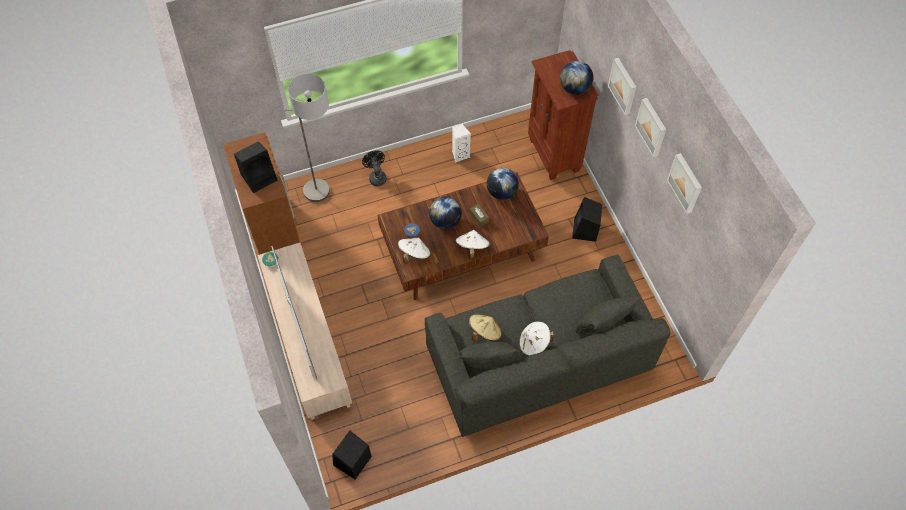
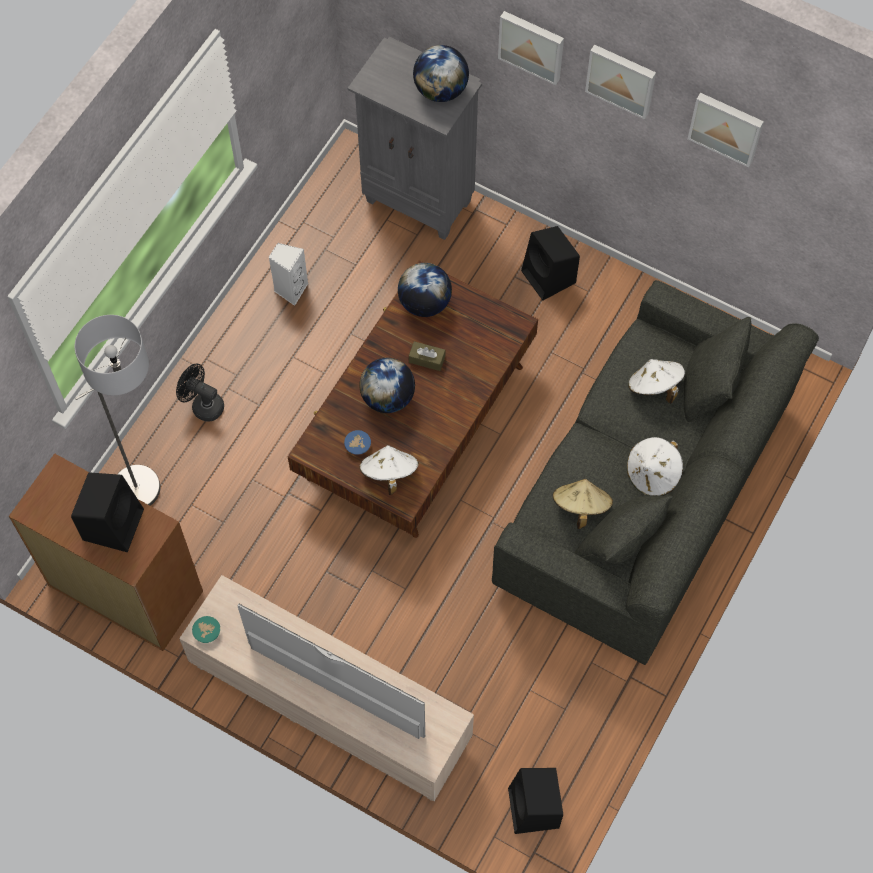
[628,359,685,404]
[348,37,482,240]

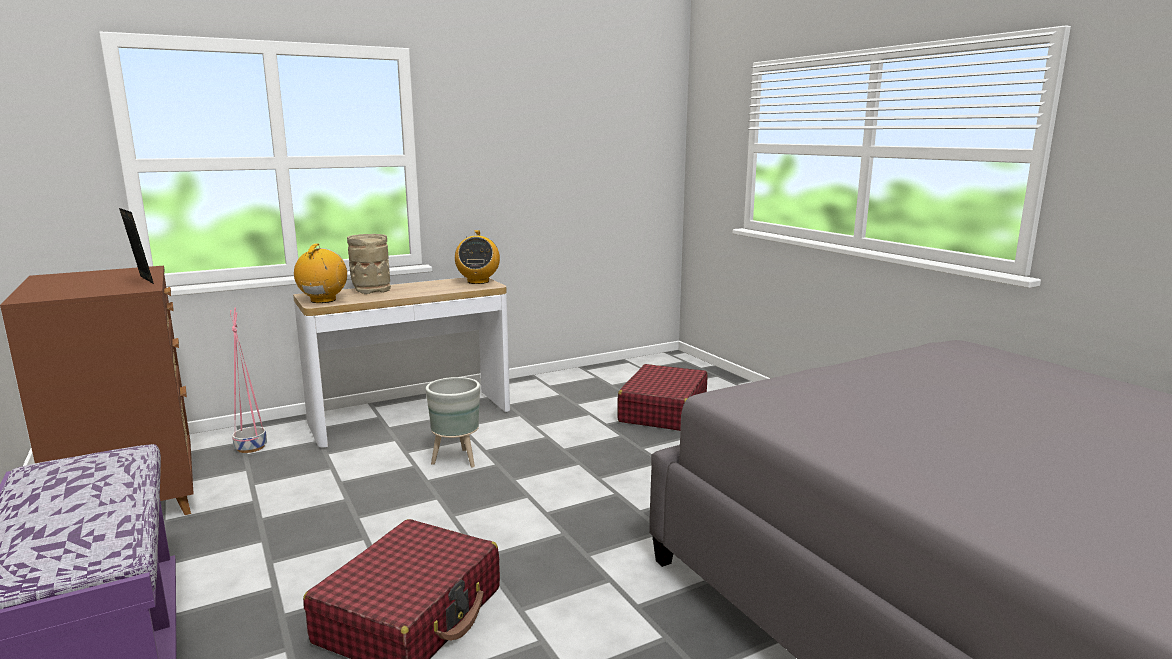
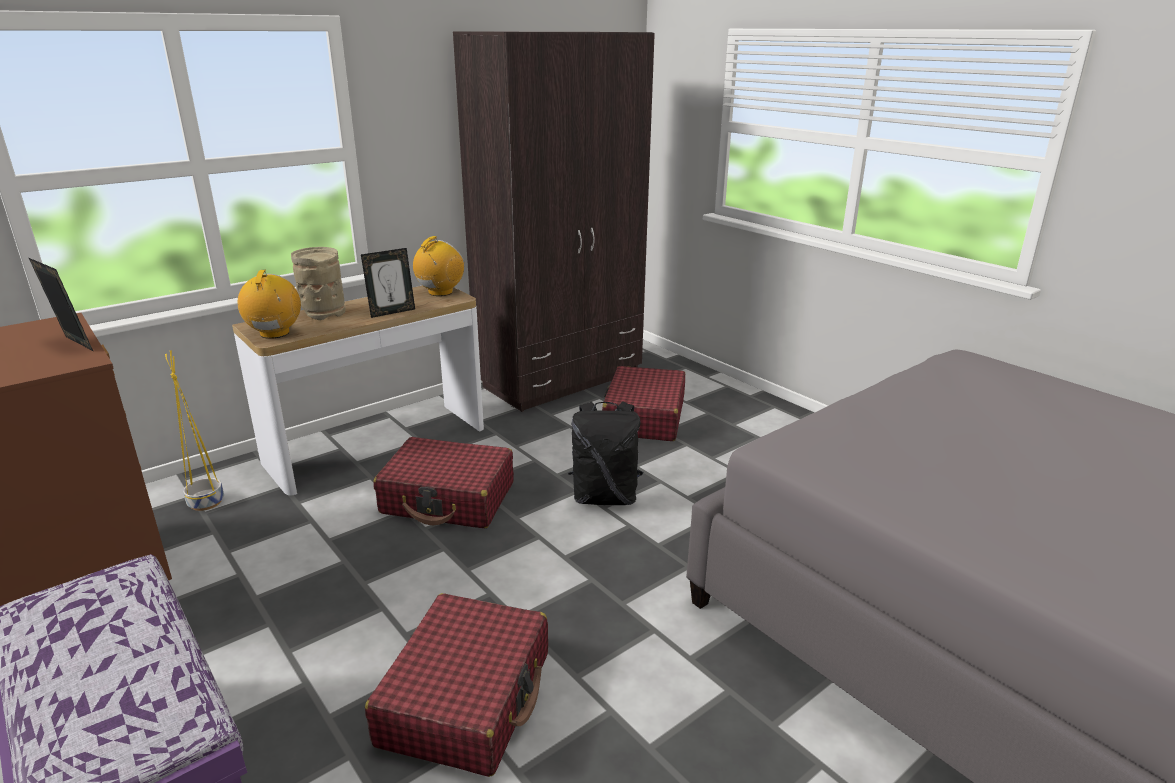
[165,350,224,511]
[373,437,514,528]
[413,236,464,296]
[361,248,415,318]
[453,31,655,412]
[568,401,643,505]

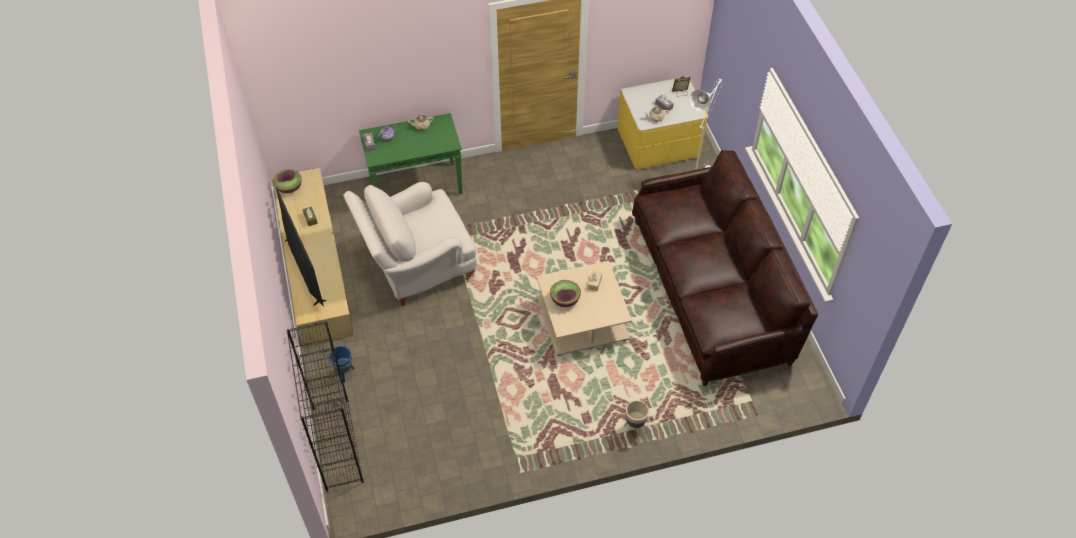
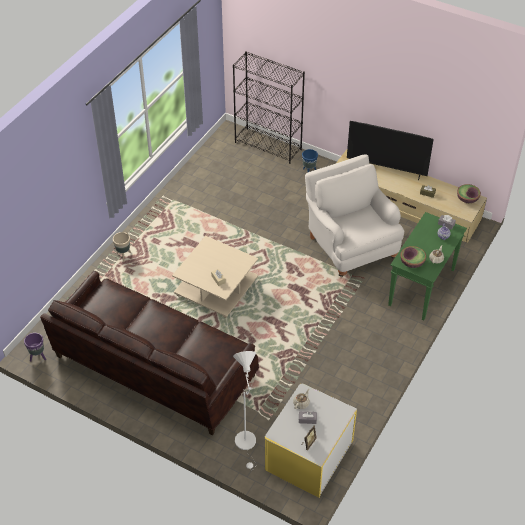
[305,154,404,277]
[400,246,426,268]
[24,333,46,362]

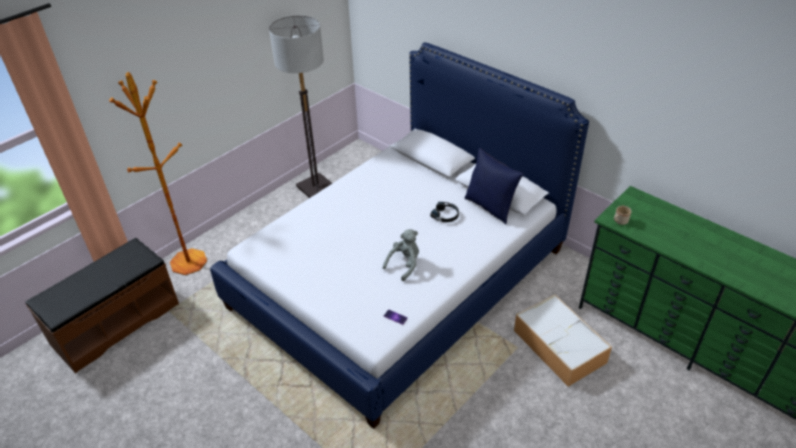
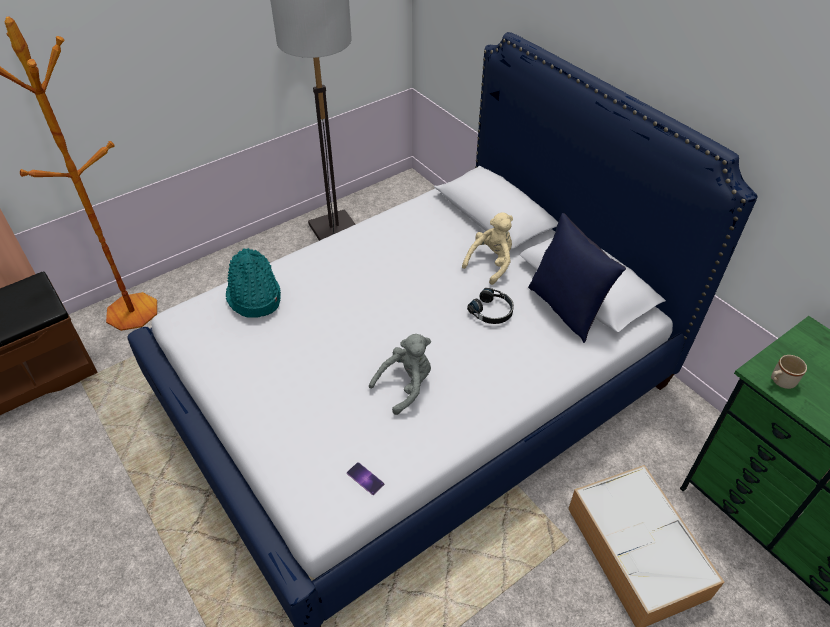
[226,248,281,318]
[462,212,513,285]

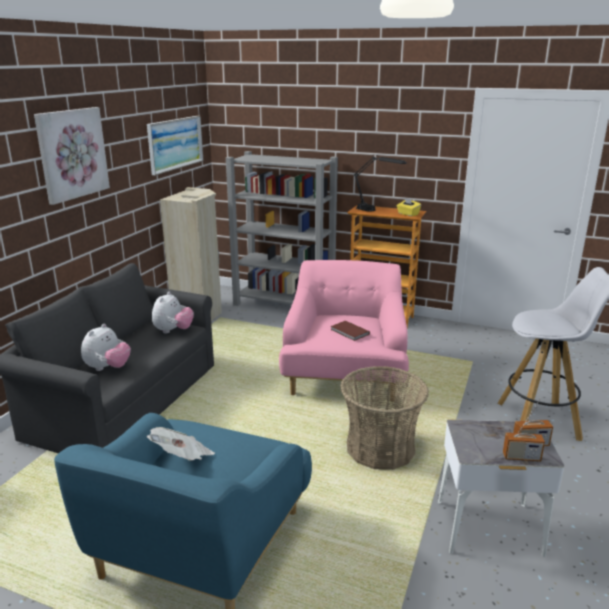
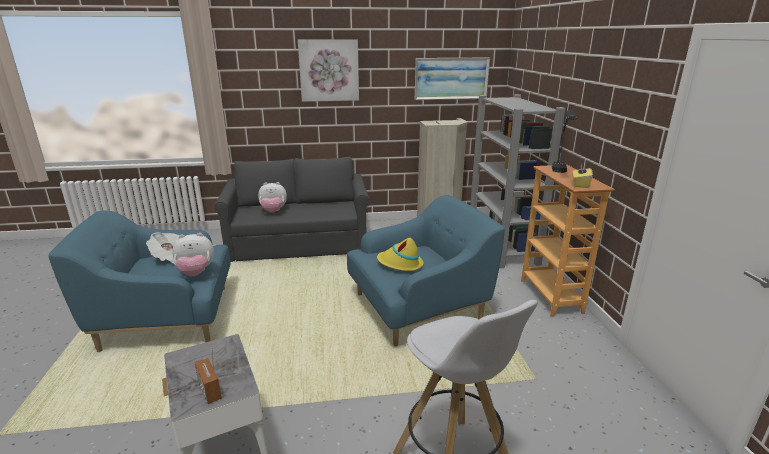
[172,233,214,276]
[347,195,505,346]
[377,238,423,271]
[340,366,429,470] (first image)
[503,410,545,461] (first image)

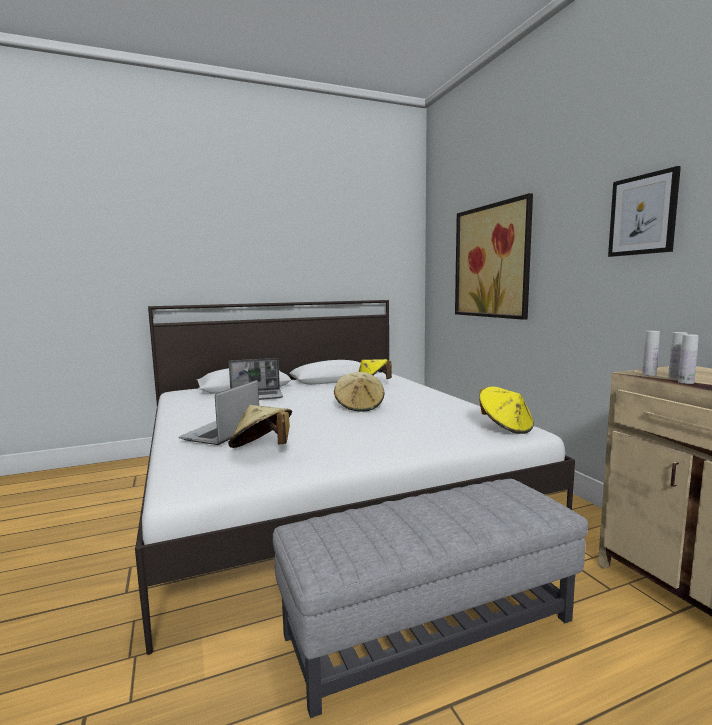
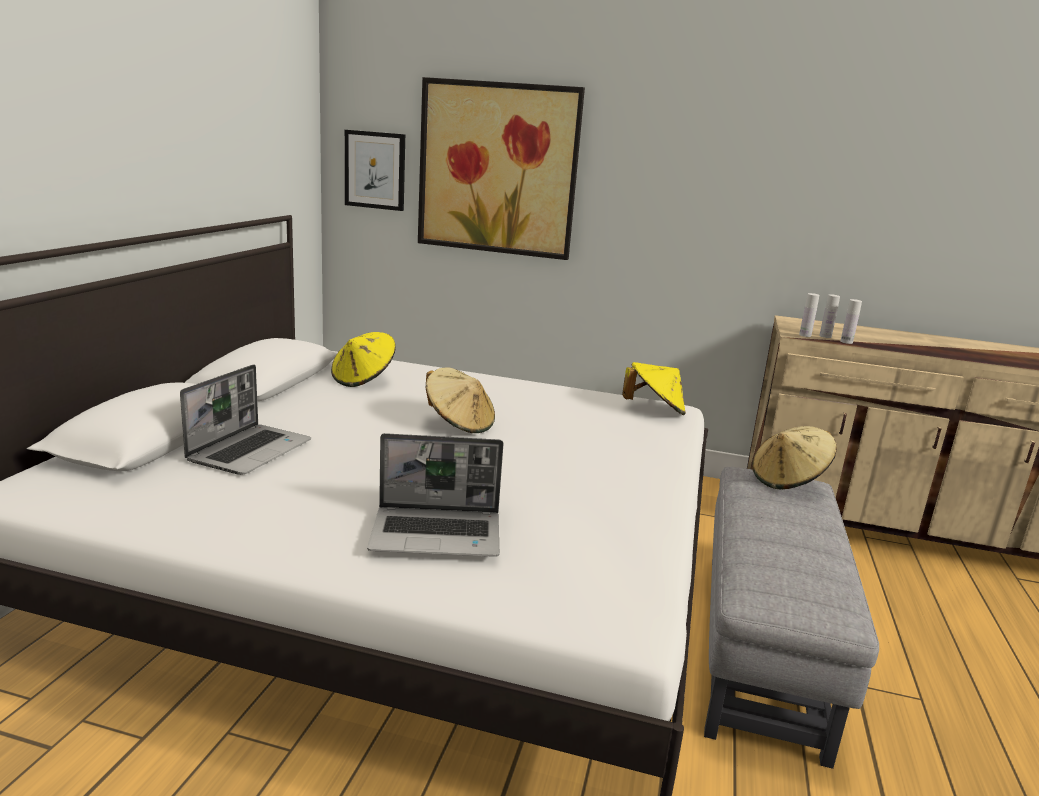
[367,433,504,557]
[752,426,837,490]
[345,130,405,211]

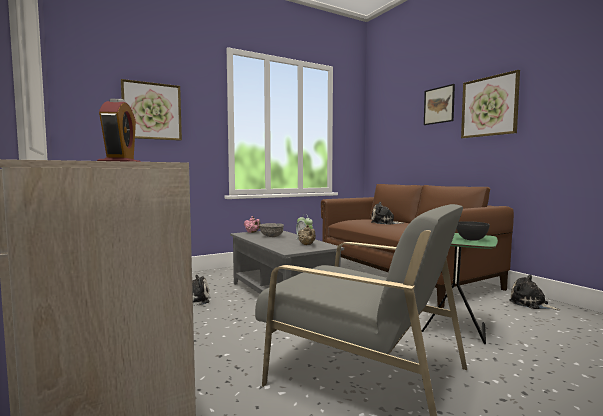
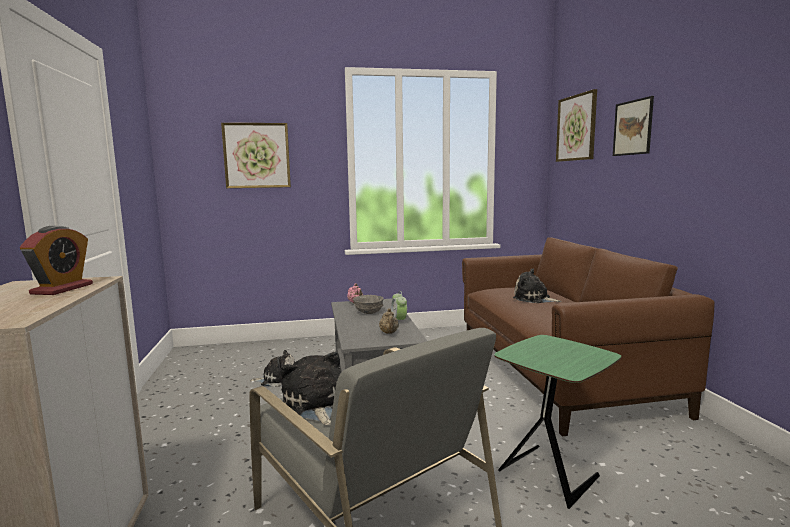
[456,221,490,241] (first image)
[556,89,597,162]
[281,352,341,425]

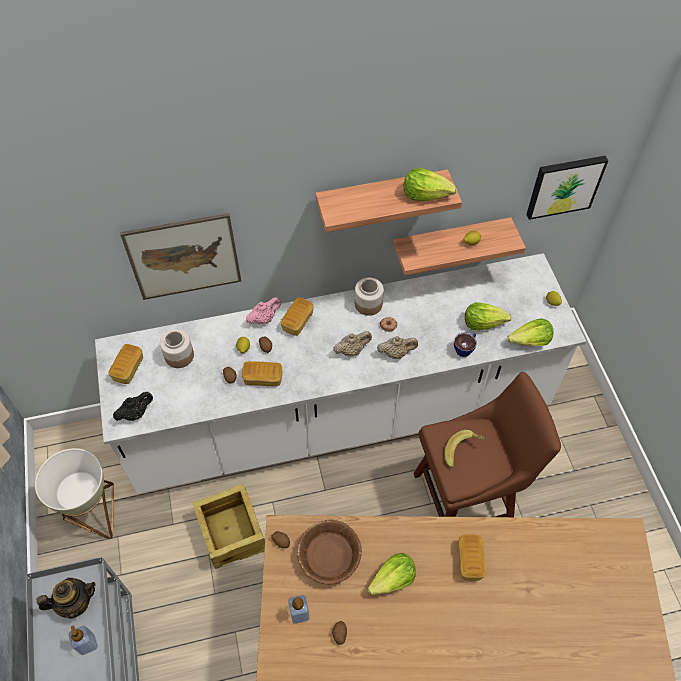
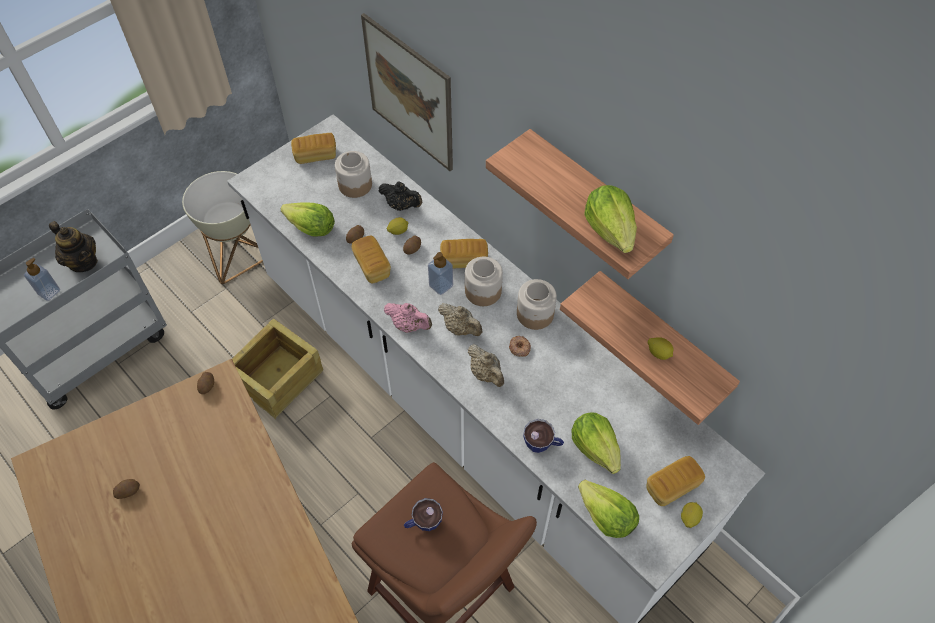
[379,181,422,211]
[384,303,432,333]
[428,252,453,295]
[297,520,362,585] (first image)
[280,202,335,237]
[404,498,443,531]
[646,456,705,506]
[526,156,608,220] (first image)
[465,257,503,306]

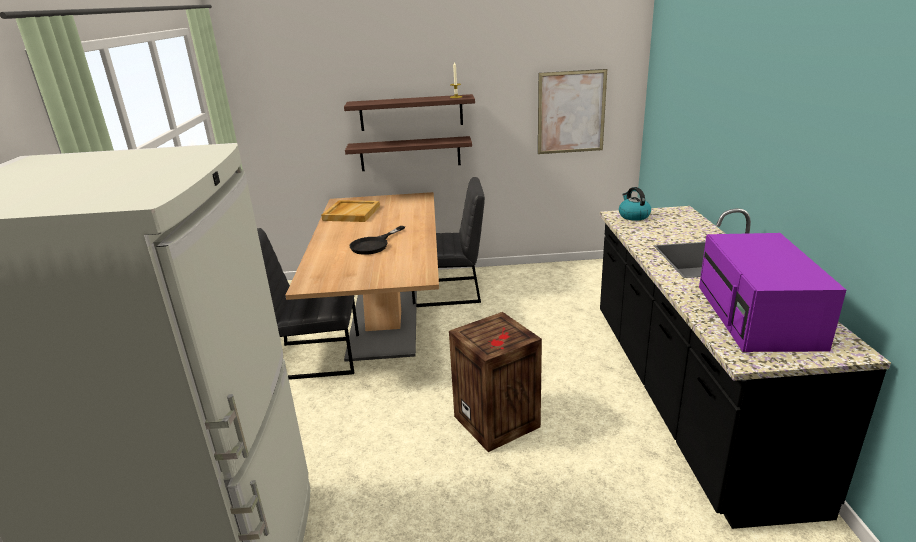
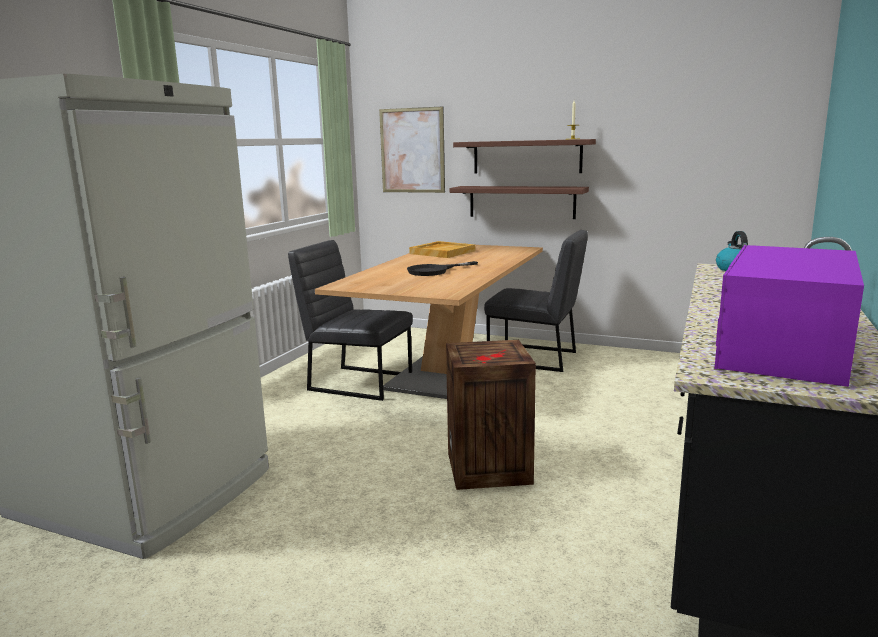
[379,107,445,193]

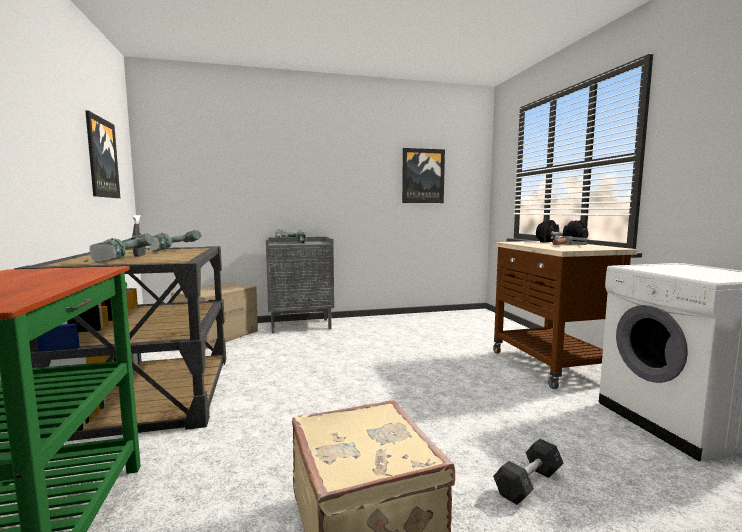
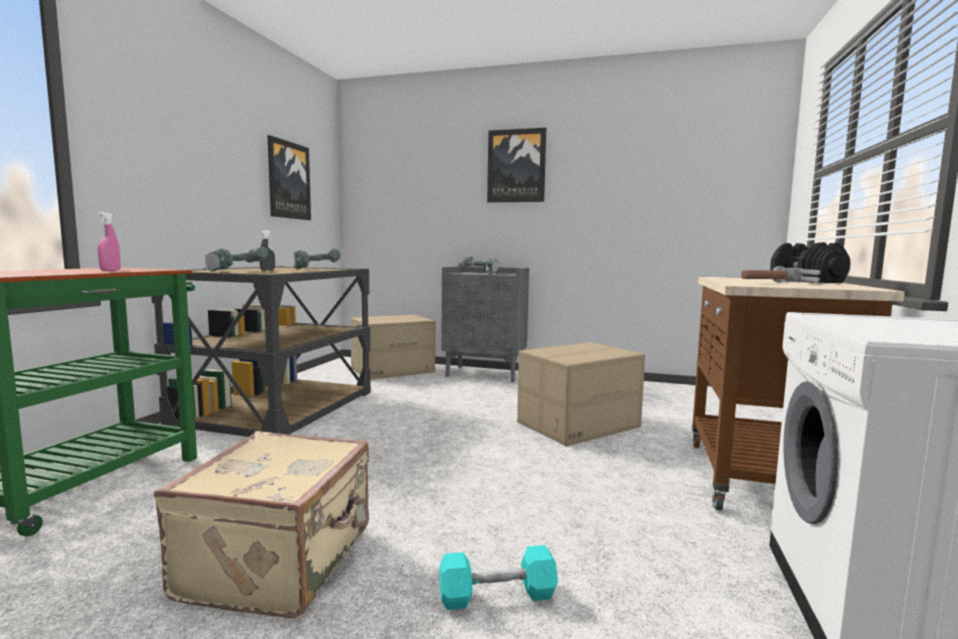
[487,128,546,202]
[439,545,558,610]
[98,211,121,271]
[517,342,645,446]

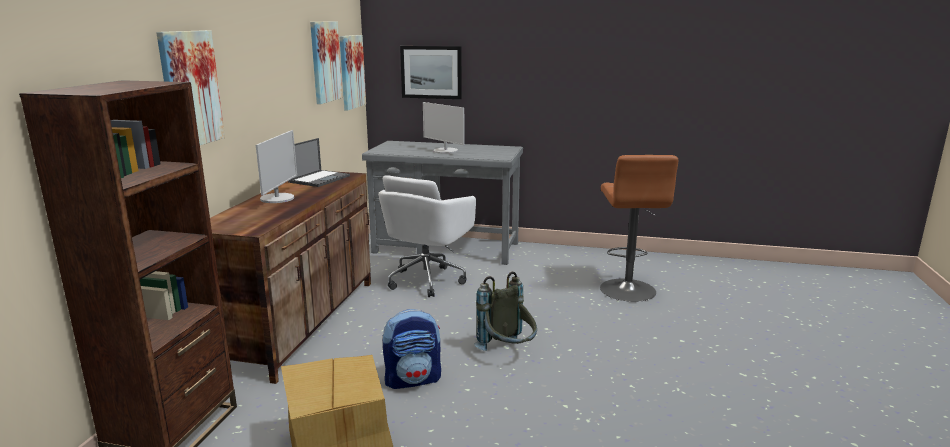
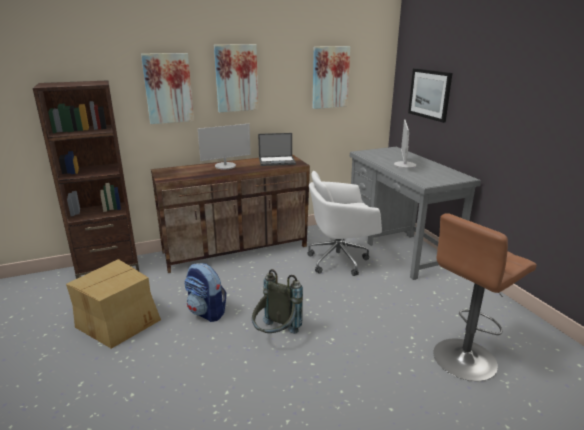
[214,44,258,112]

